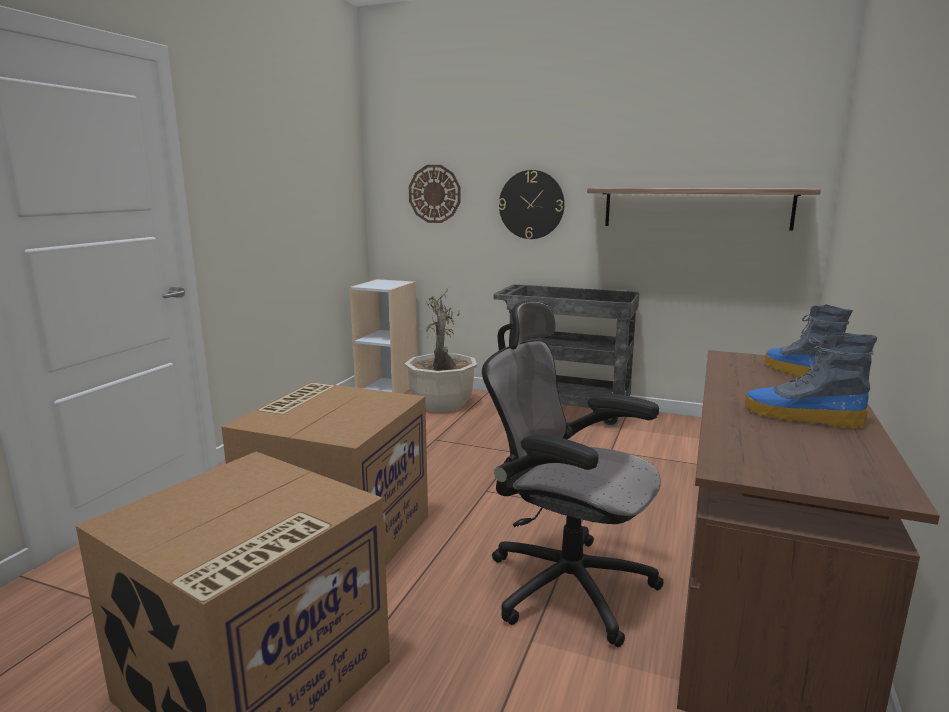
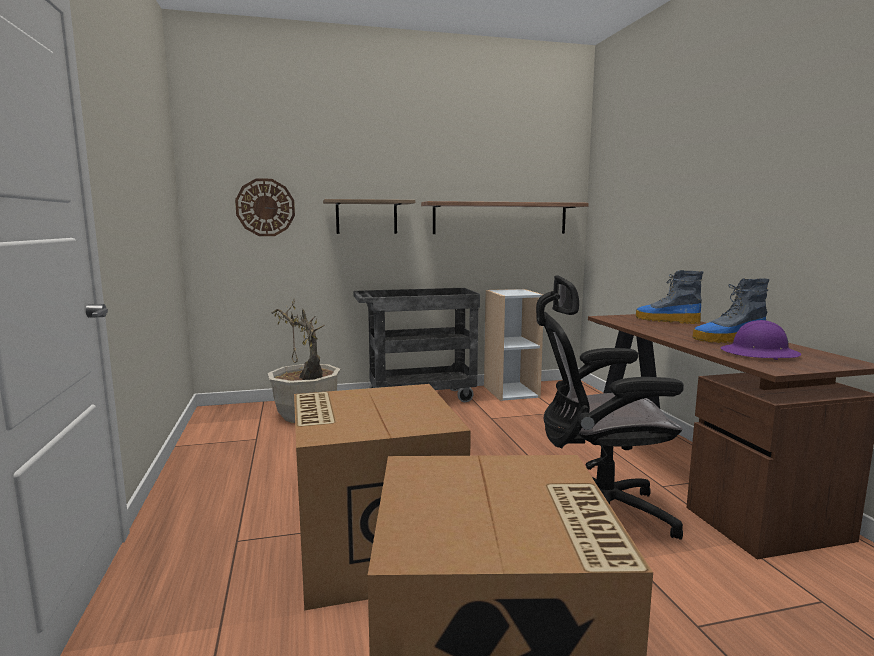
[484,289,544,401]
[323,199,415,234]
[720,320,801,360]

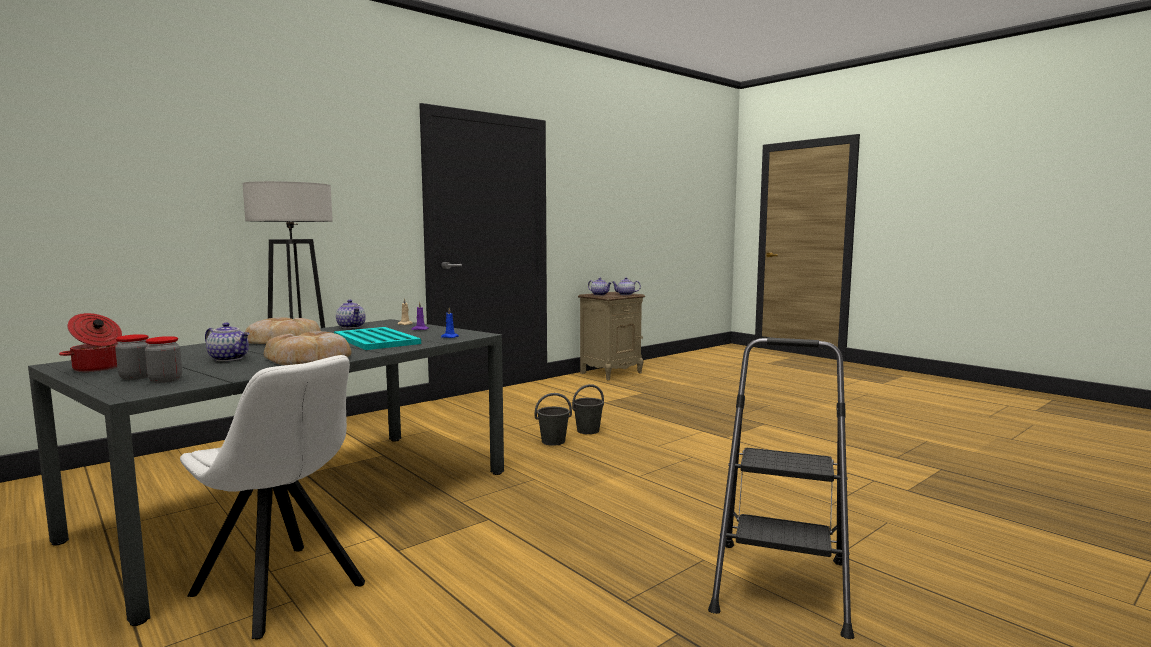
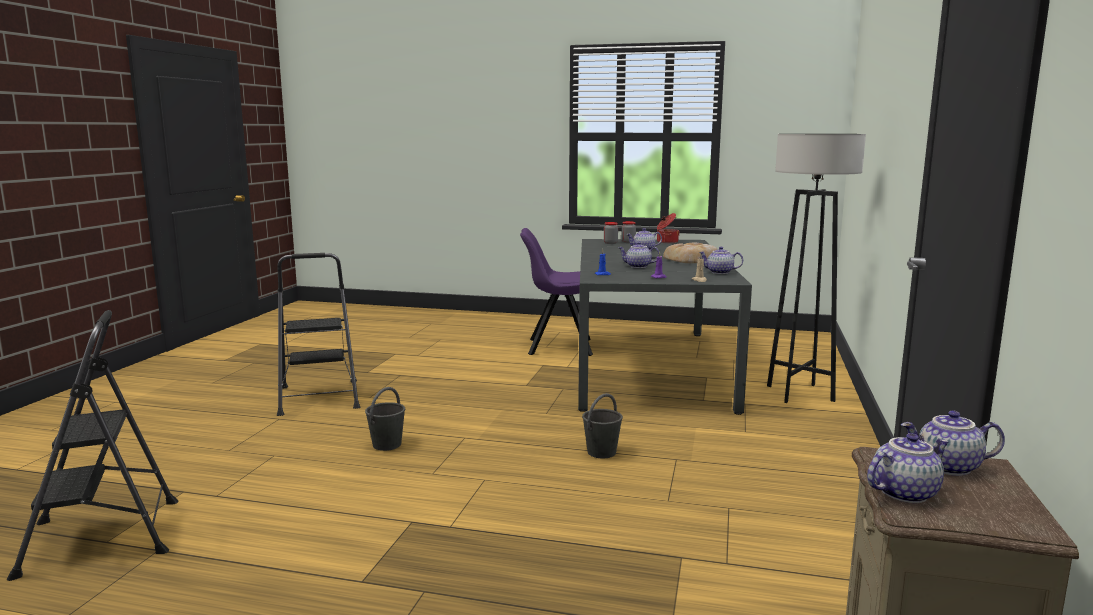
[520,228,593,356]
[264,331,352,365] (first image)
[618,242,659,268]
[365,387,405,451]
[7,310,178,581]

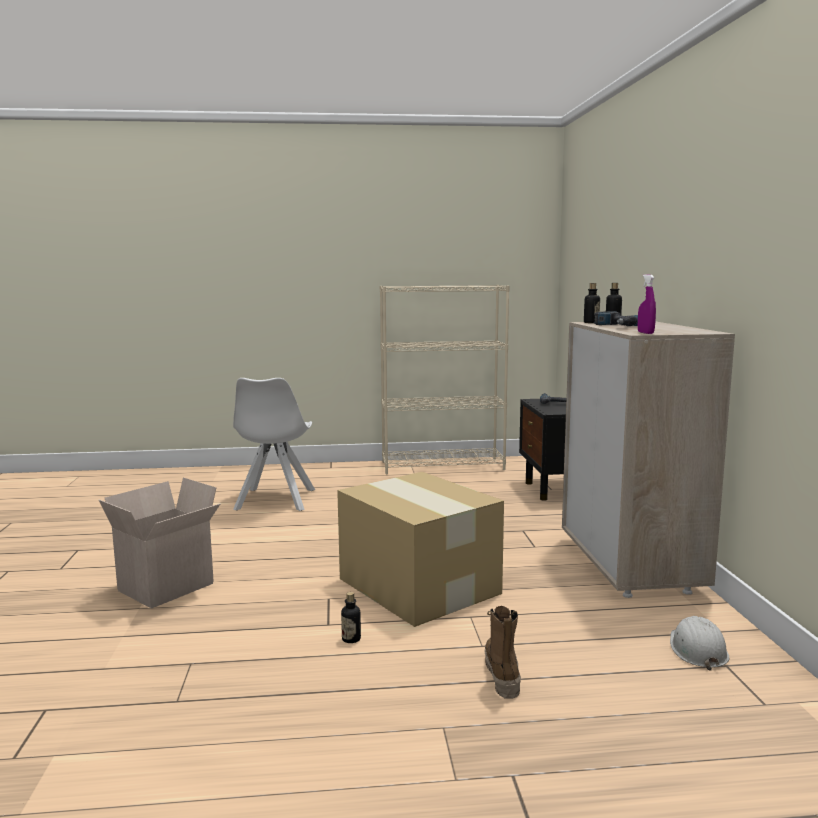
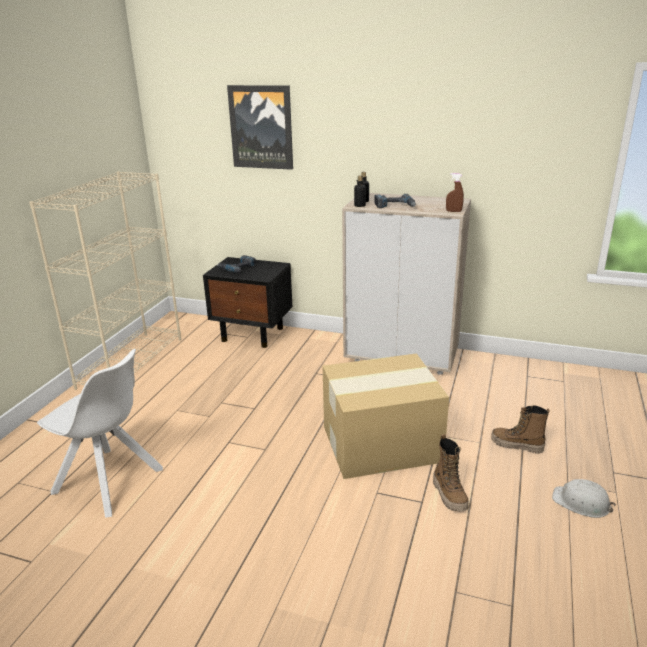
[99,478,220,609] (first image)
[433,434,469,511]
[446,173,464,212]
[552,479,616,518]
[227,85,293,170]

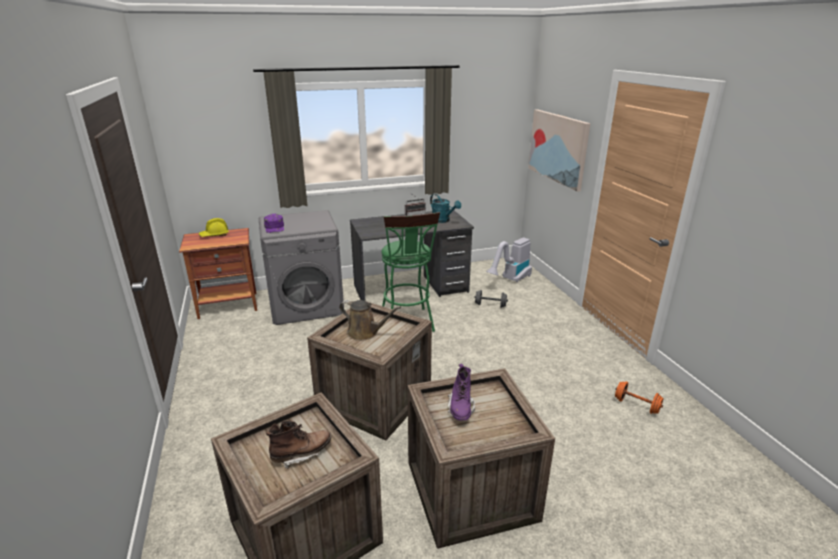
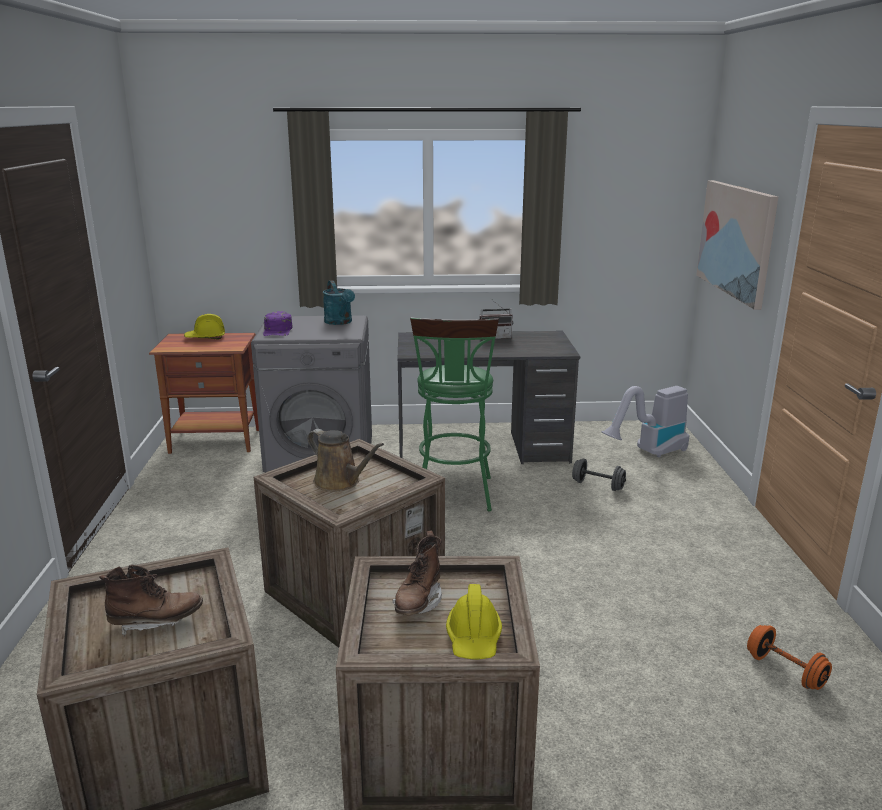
[323,280,355,325]
[392,531,442,615]
[446,584,502,660]

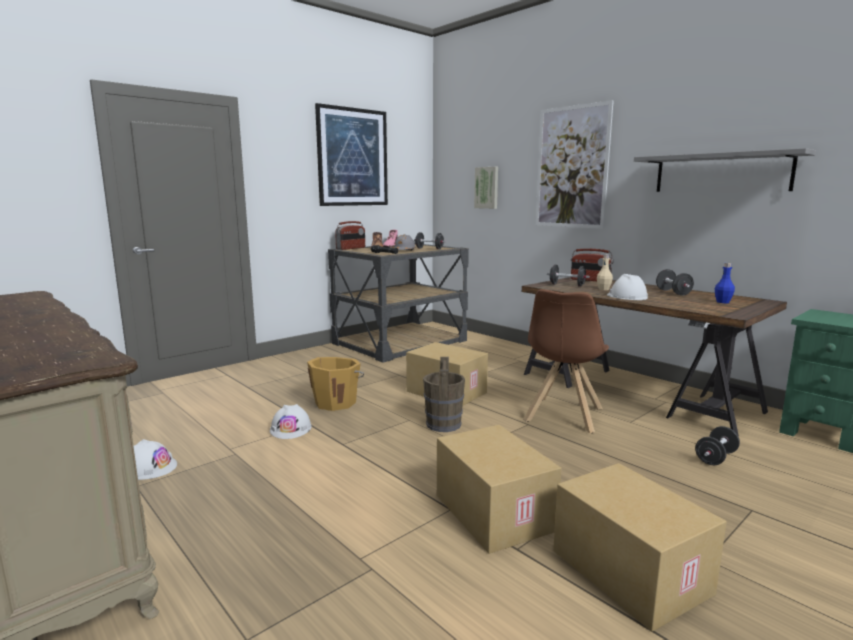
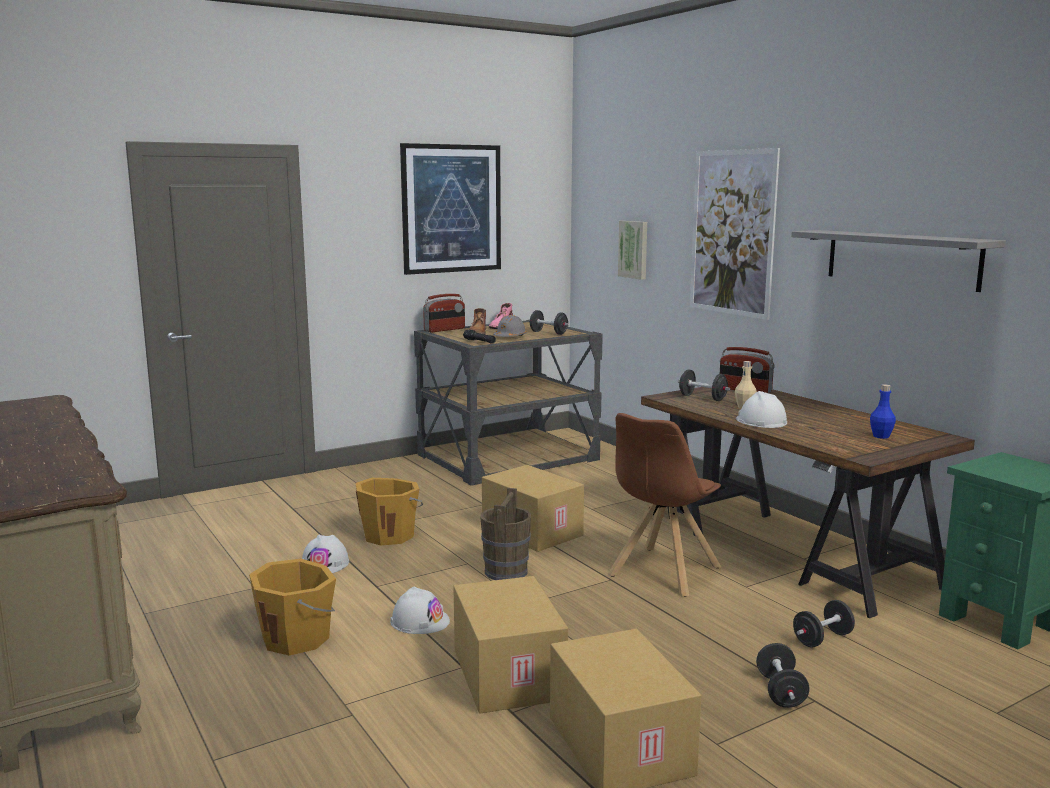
[390,587,450,634]
[756,643,809,708]
[249,559,336,656]

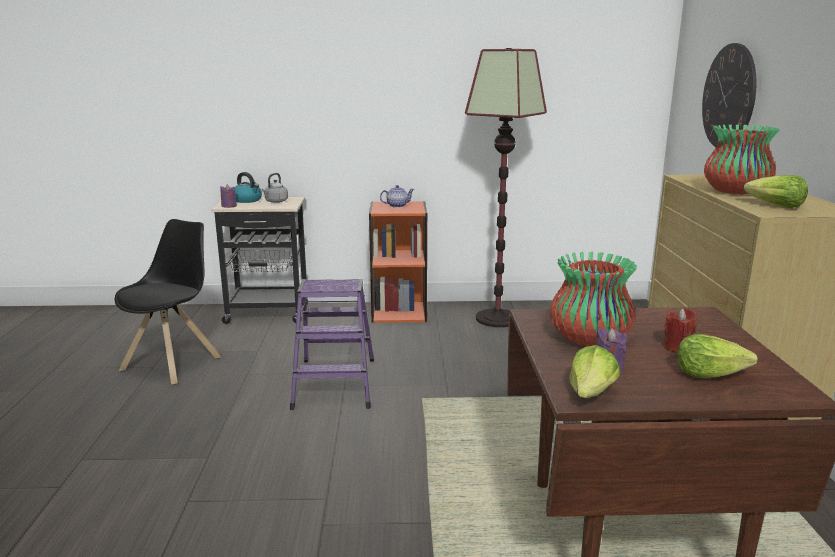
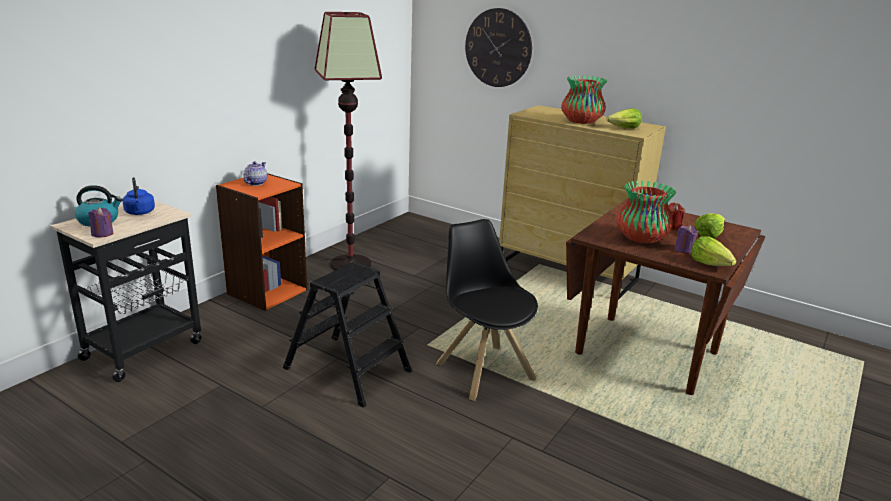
[436,219,538,401]
[122,177,155,215]
[282,261,412,408]

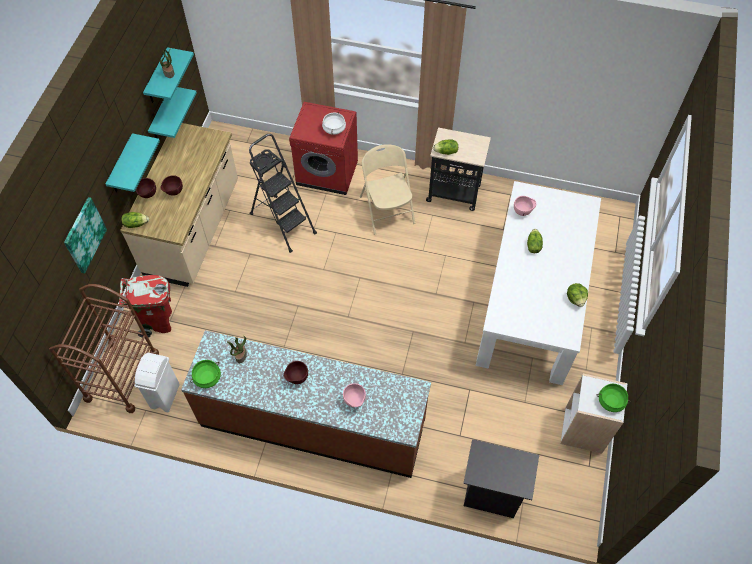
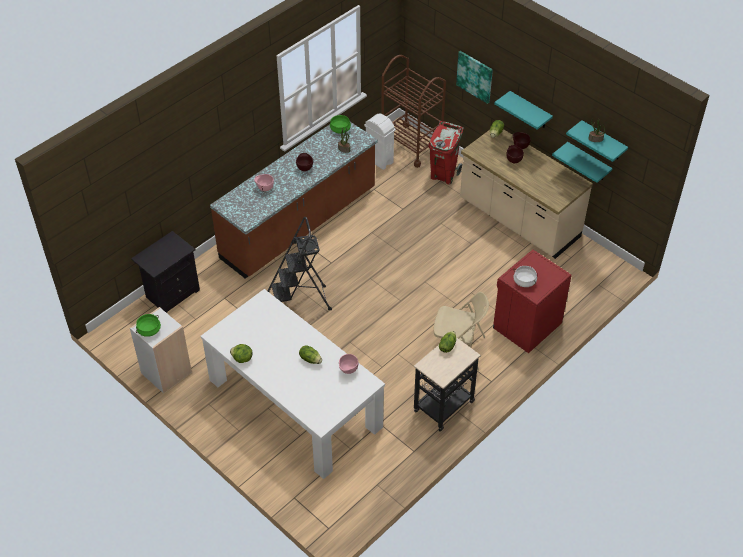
[268,217,332,310]

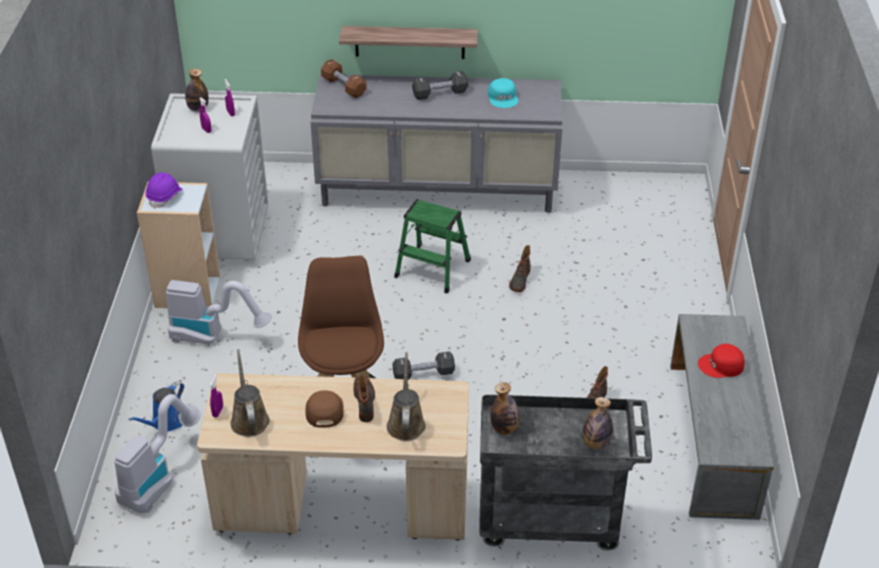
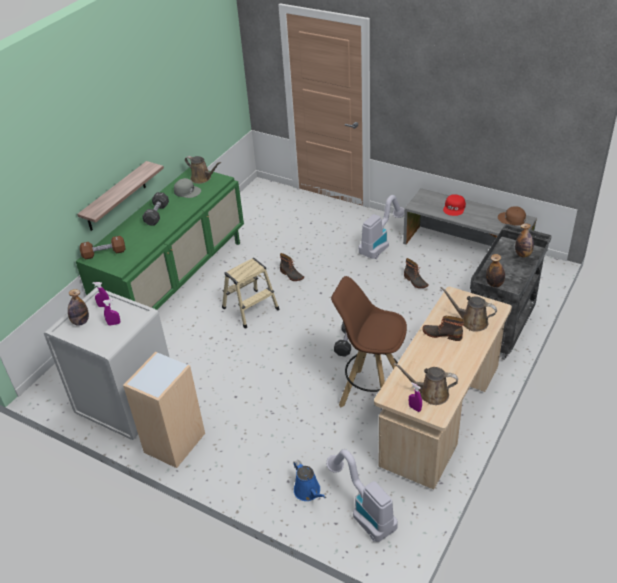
[145,173,182,209] (first image)
[359,195,404,259]
[498,206,526,226]
[76,167,244,310]
[222,257,280,329]
[174,178,201,198]
[185,156,221,184]

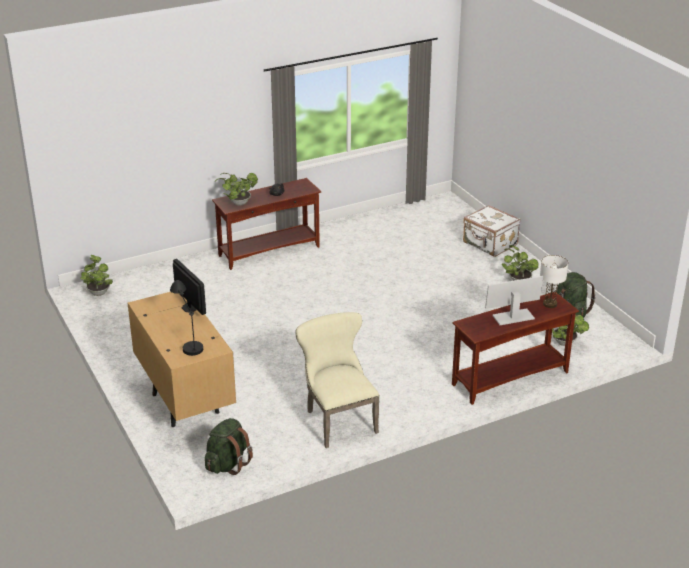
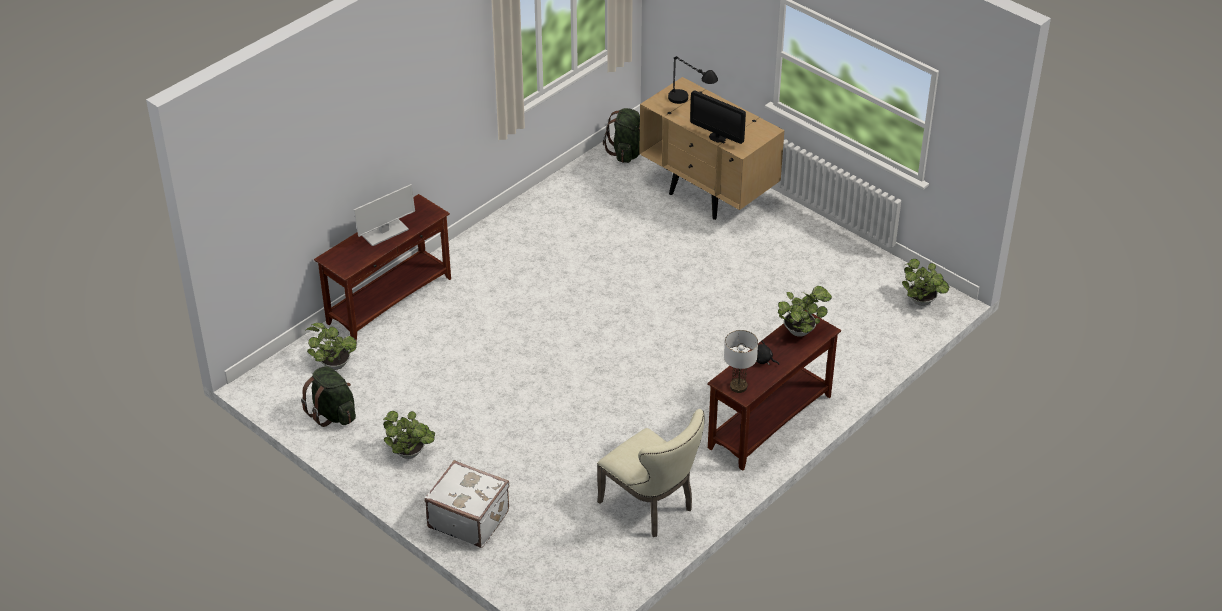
[597,409,705,537]
[724,330,758,393]

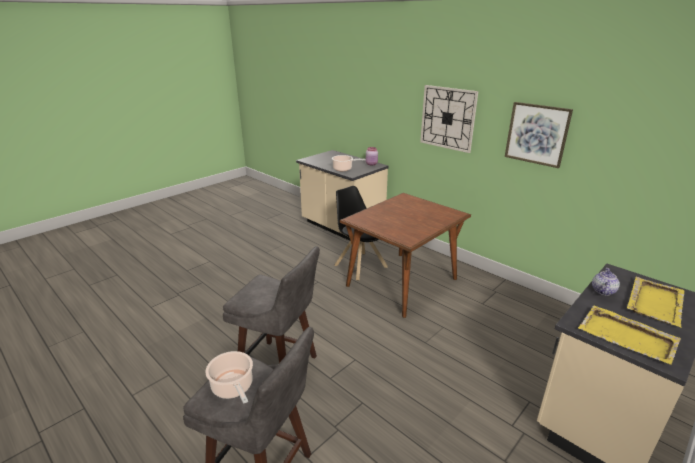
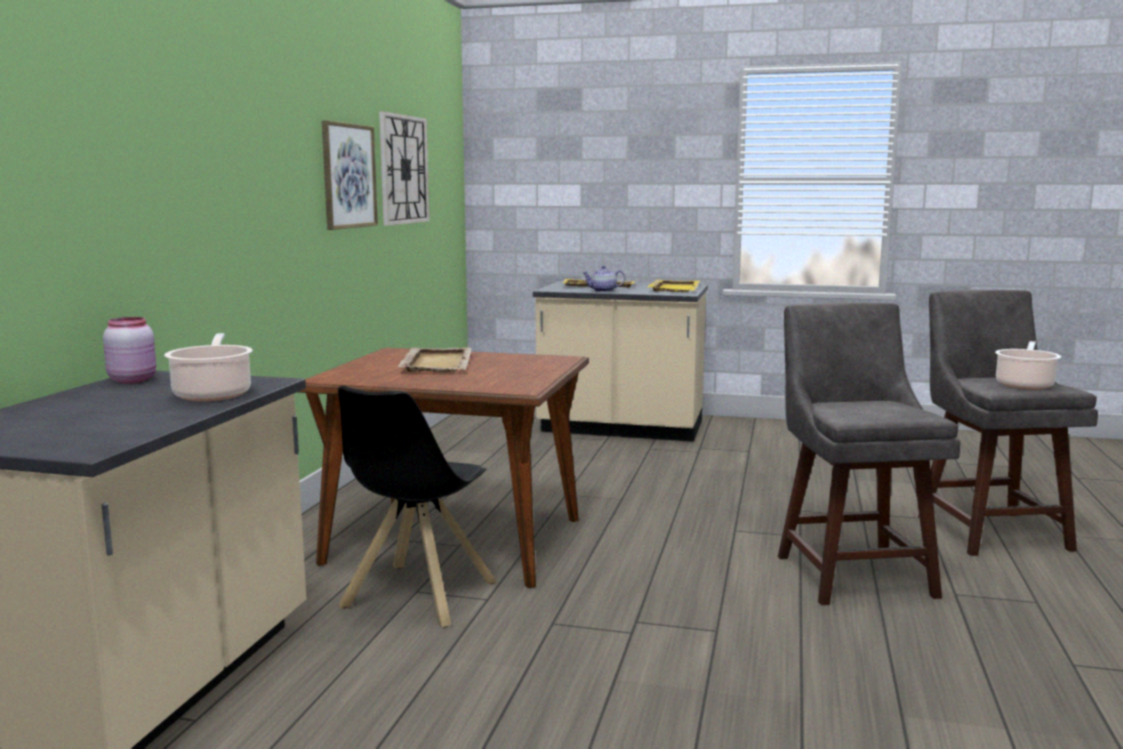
[379,111,430,226]
[398,348,472,372]

